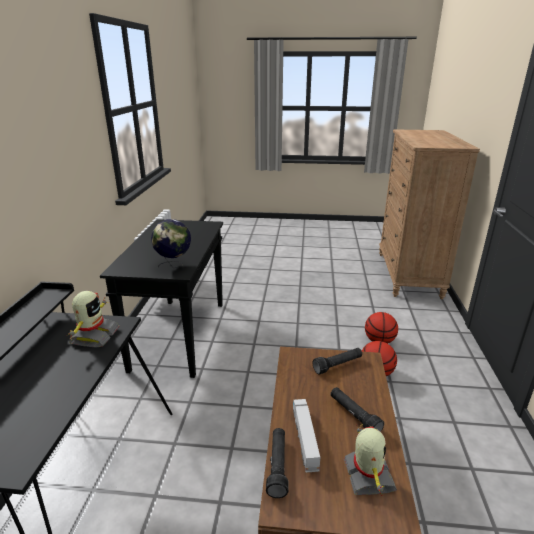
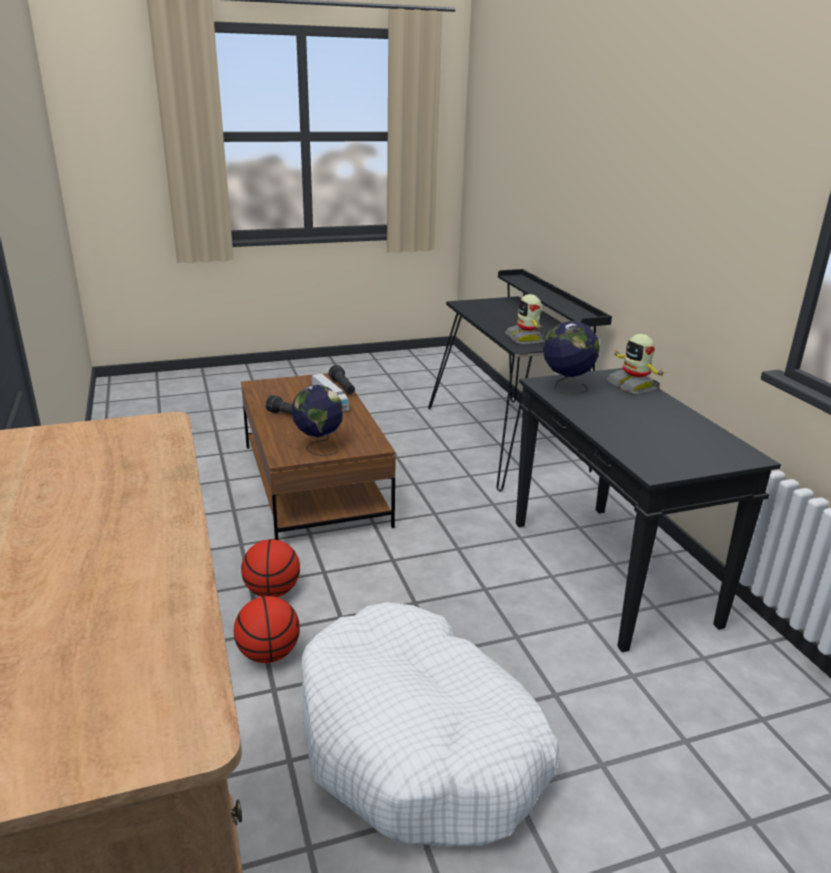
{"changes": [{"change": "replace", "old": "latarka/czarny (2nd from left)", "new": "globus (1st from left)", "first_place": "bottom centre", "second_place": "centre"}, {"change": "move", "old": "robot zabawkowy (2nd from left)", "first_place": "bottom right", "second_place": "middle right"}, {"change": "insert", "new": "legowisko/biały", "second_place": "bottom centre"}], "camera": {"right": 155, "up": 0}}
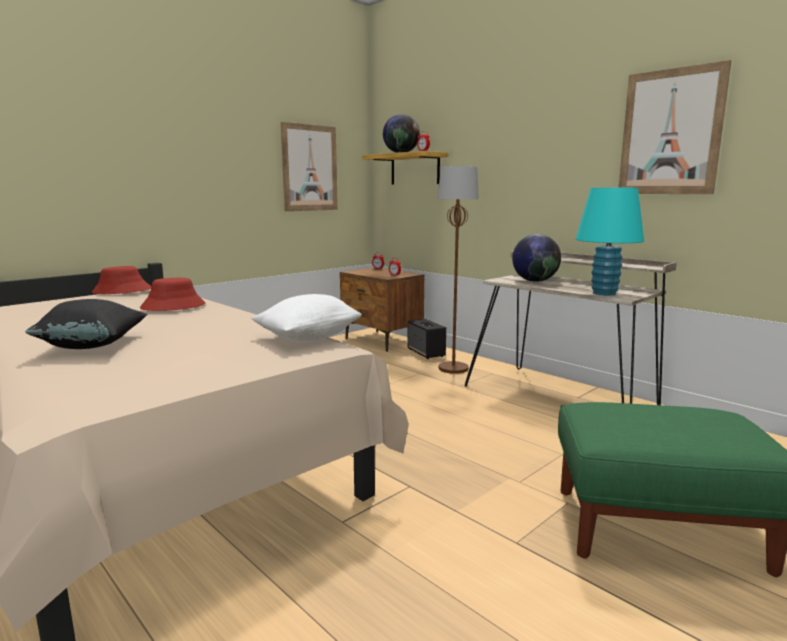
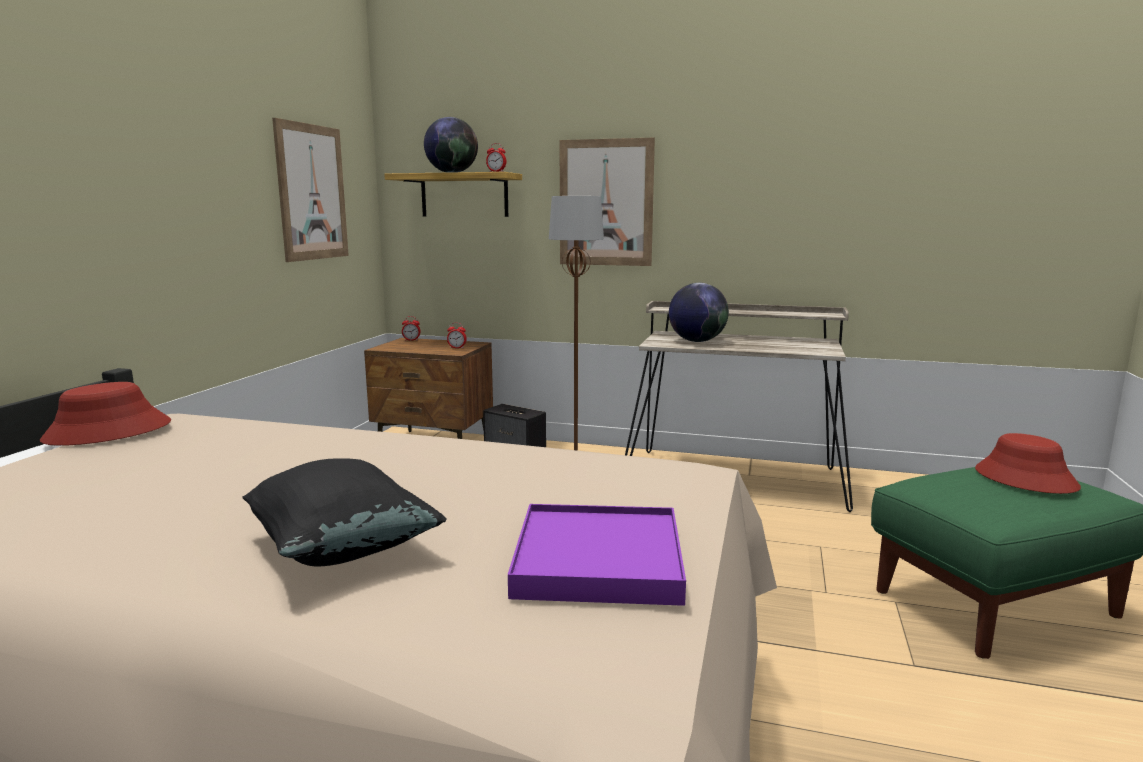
{"changes": [{"change": "move", "old": "obraz (2nd from left)", "first_place": "top right", "second_place": "top centre"}, {"change": "delete", "old": "lampa stołowa/turkusowy", "first_place": "middle right"}, {"change": "move", "old": "kapelusz/czerwony (2nd from left)", "first_place": "middle left", "second_place": "middle right"}, {"change": "delete", "old": "poduszka/biały", "first_place": "centre"}, {"change": "insert", "new": "taca/fioletowy", "second_place": "bottom centre"}], "camera": {"right": -30, "up": 0}}
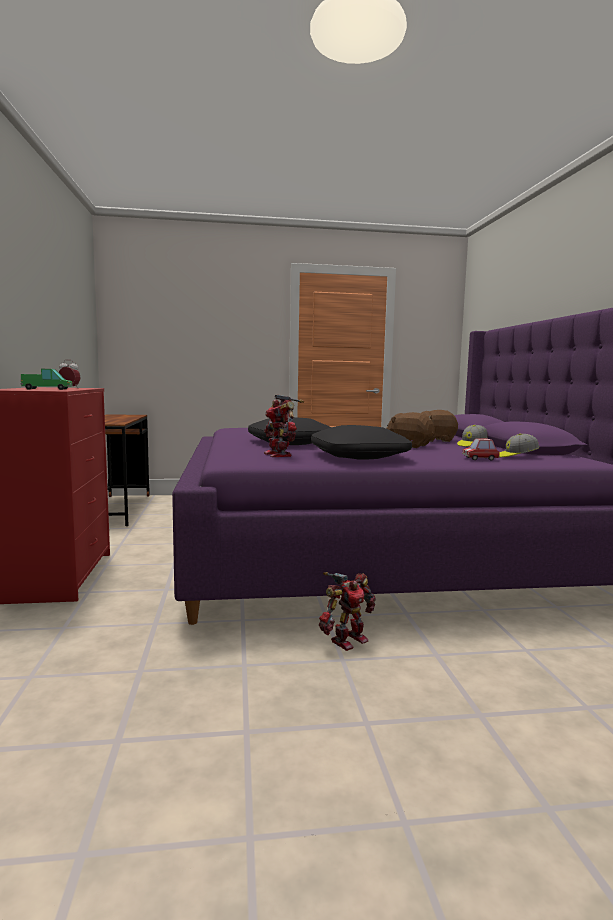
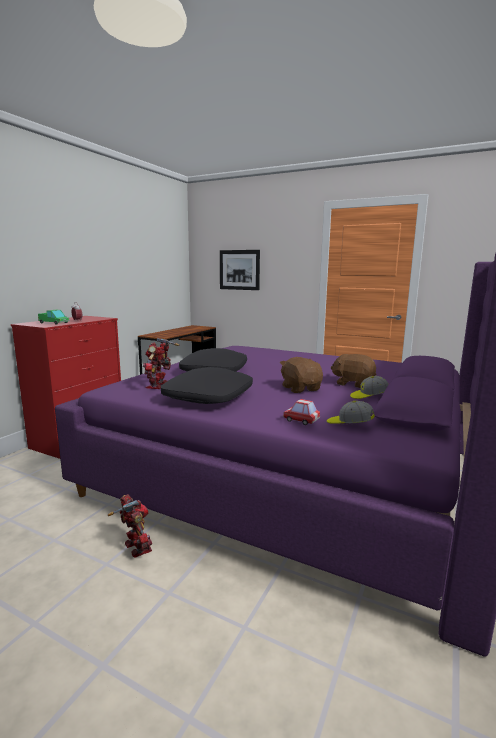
{"changes": [{"change": "rotate", "old": "robot zabawkowy (2nd from left in the first image)", "first_place": "centre", "second_place": "bottom left", "degrees": -120}, {"change": "insert", "new": "obraz", "second_place": "centre"}], "camera": {"right": 35, "up": 5}}
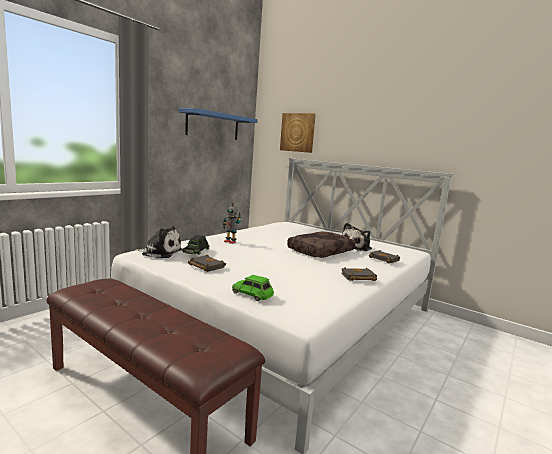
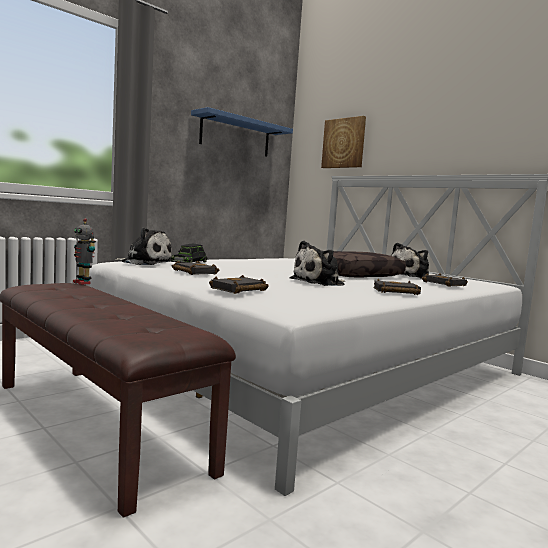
{"changes": [{"change": "move", "old": "robot zabawkowy", "first_place": "centre", "second_place": "middle left"}, {"change": "replace", "old": "samochodzik/zielony", "new": "książka/czarny (2nd from left)", "first_place": "centre", "second_place": "centre"}, {"change": "insert", "new": "pluszak (2nd from left)", "second_place": "centre"}], "camera": {"right": 10, "up": -5}}
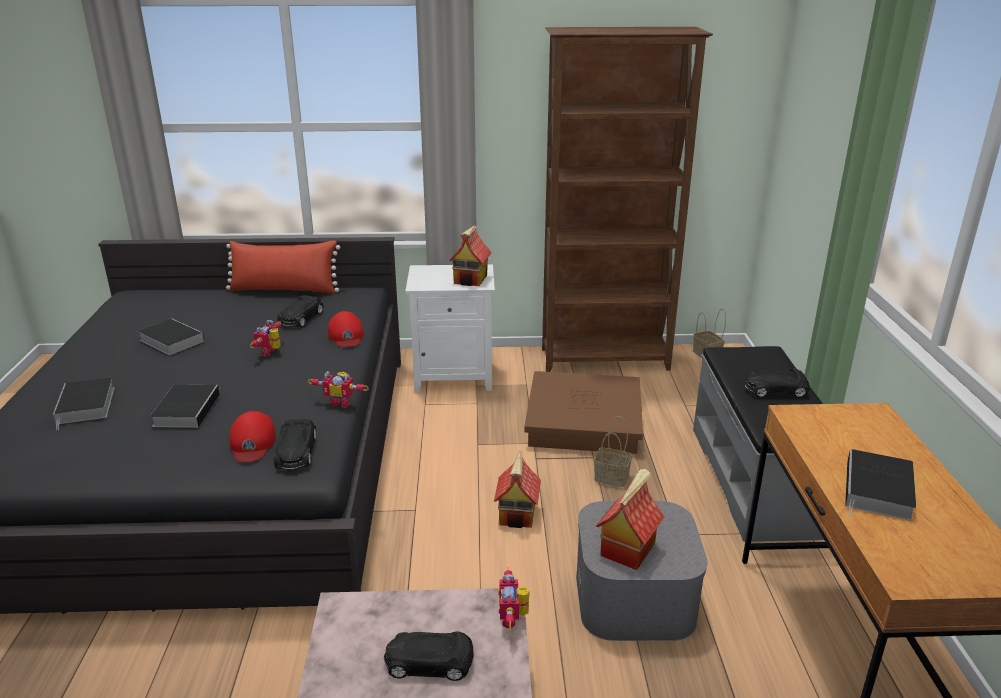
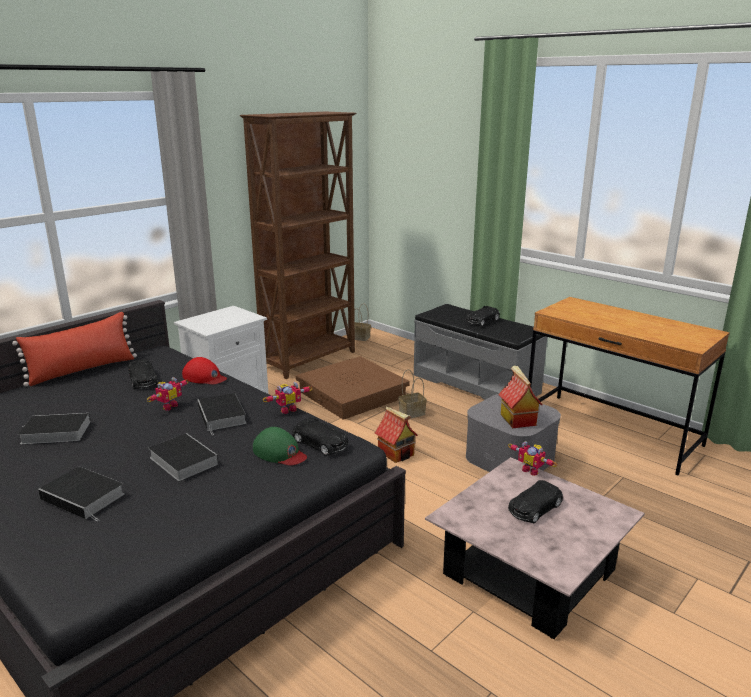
{"changes": [{"change": "delete", "old": "domek (1st from left)", "first_place": "centre"}, {"change": "rotate", "old": "robot zabawkowy (1st from left)", "first_place": "middle left", "second_place": "middle left", "degrees": -120}, {"change": "recolor", "old": "czapka z daszkiem/czerwony (1st from left)", "new": "czapka z daszkiem/zielony", "first_place": "middle left", "second_place": "centre"}, {"change": "move", "old": "książka (4th from left)", "first_place": "bottom right", "second_place": "middle left"}], "camera": {"right": -45, "up": -5}}
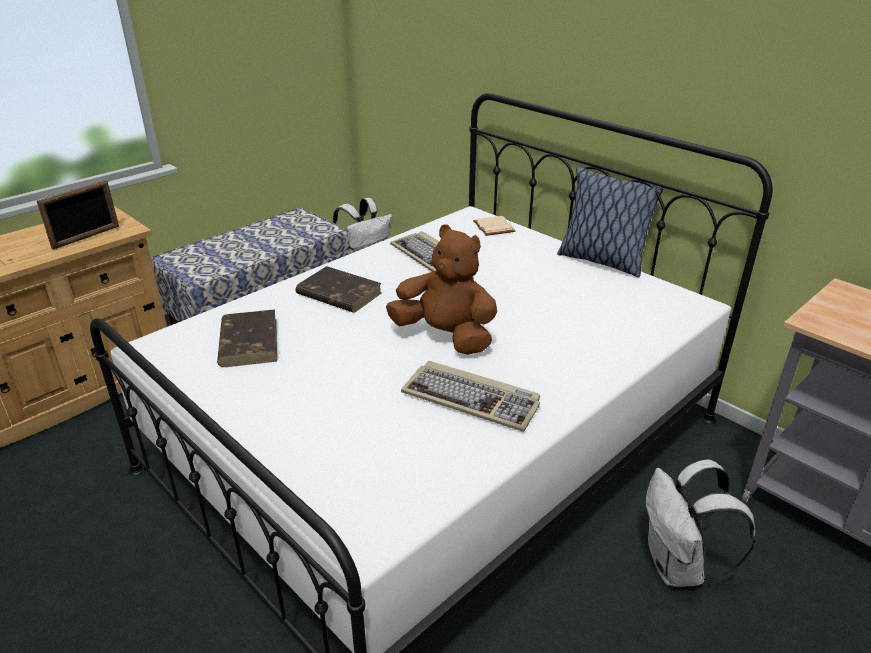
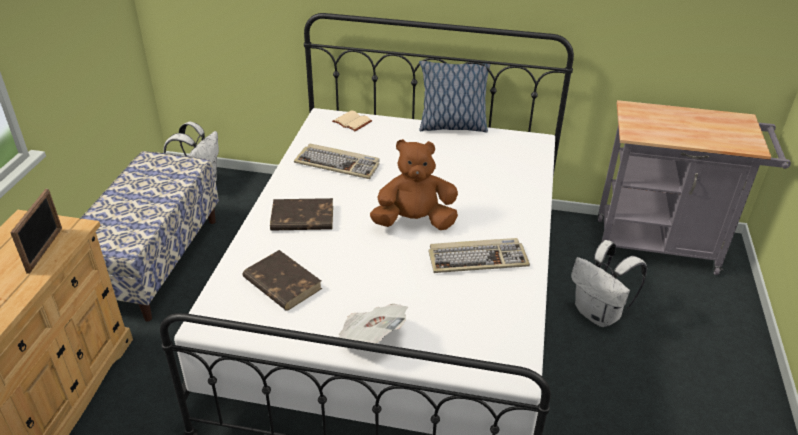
{"changes": [{"change": "insert", "new": "gazeta", "second_place": "bottom centre"}], "camera": {"right": -35, "up": 5}}
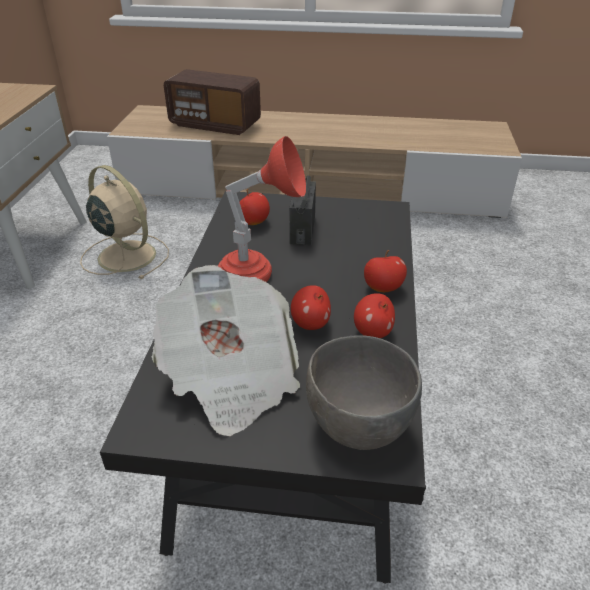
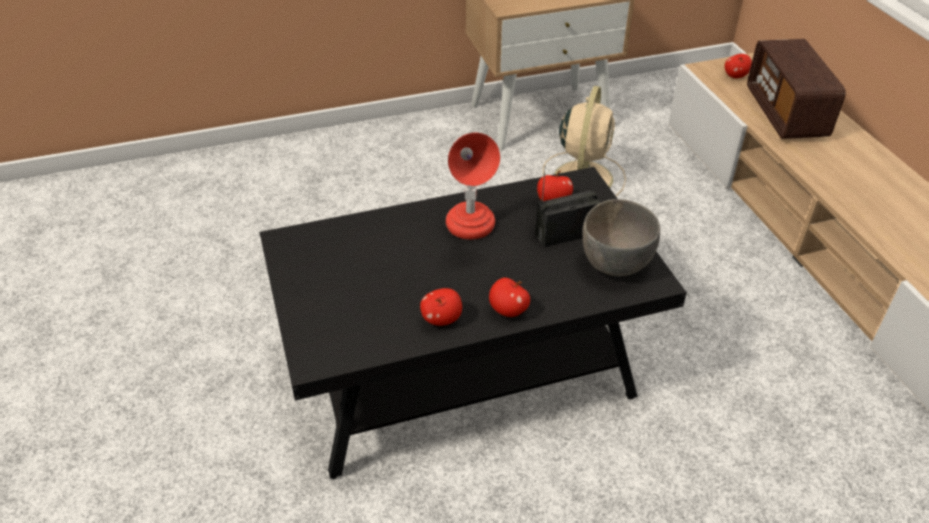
{"changes": [{"change": "delete", "old": "gazeta", "first_place": "centre"}, {"change": "move", "old": "jabłko (2nd from left in the first image)", "new": "jabłko (4th from left)", "first_place": "centre", "second_place": "top right"}, {"change": "move", "old": "miska/szary", "first_place": "centre", "second_place": "middle right"}], "camera": {"right": 65, "up": 5}}
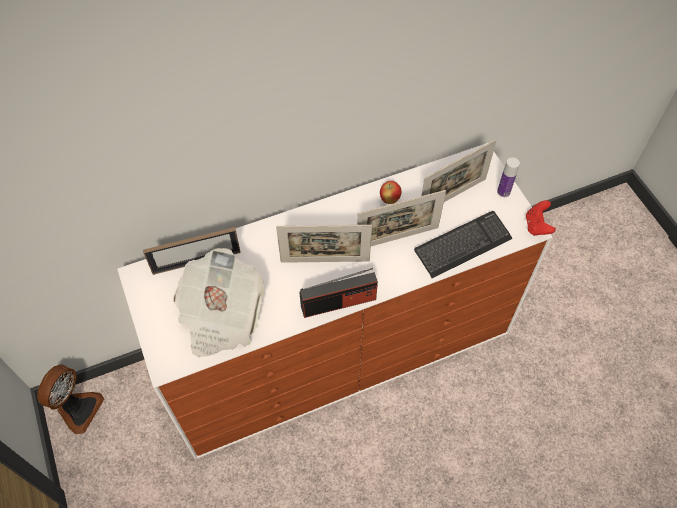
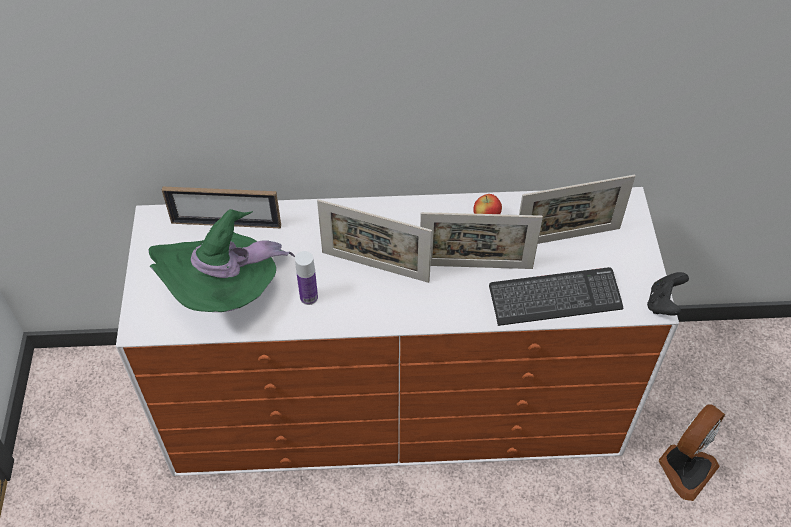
{"changes": [{"change": "move", "old": "butelka", "first_place": "middle right", "second_place": "centre"}, {"change": "recolor", "old": "pad do gier/czerwony", "new": "pad do gier/czarny", "first_place": "middle right", "second_place": "middle right"}, {"change": "replace", "old": "gazeta", "new": "kapelusz/zielony", "first_place": "middle left", "second_place": "middle left"}, {"change": "delete", "old": "radio", "first_place": "centre"}, {"change": "move", "old": "wentylator", "first_place": "bottom left", "second_place": "bottom right"}], "camera": {"right": 20, "up": -5}}
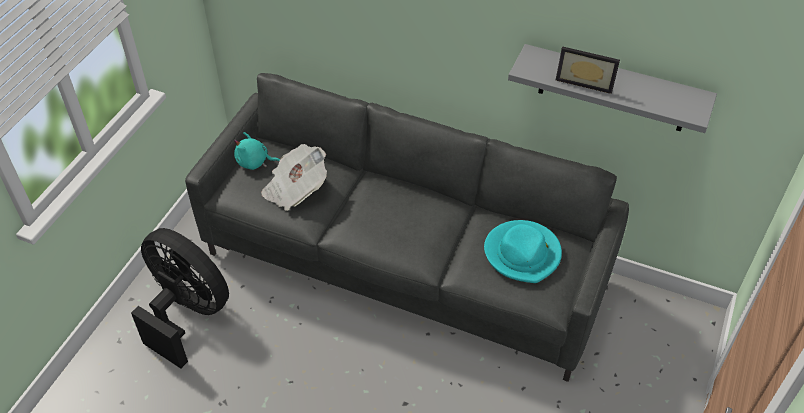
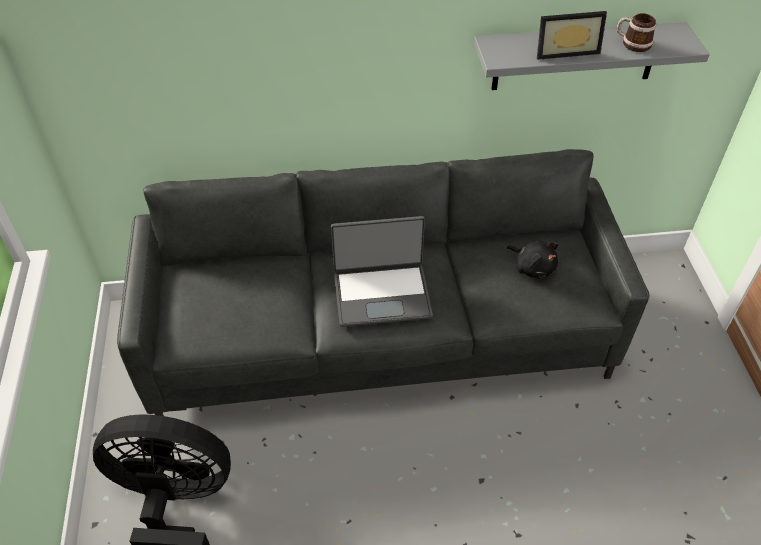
{"changes": [{"change": "delete", "old": "pluszak/turkusowy", "first_place": "middle left"}, {"change": "delete", "old": "gazeta", "first_place": "centre"}, {"change": "replace", "old": "kapelusz/turkusowy", "new": "pluszak/czarny", "first_place": "centre", "second_place": "middle right"}, {"change": "insert", "new": "kubek", "second_place": "top right"}, {"change": "insert", "new": "laptop", "second_place": "centre"}], "camera": {"right": -30, "up": 0}}
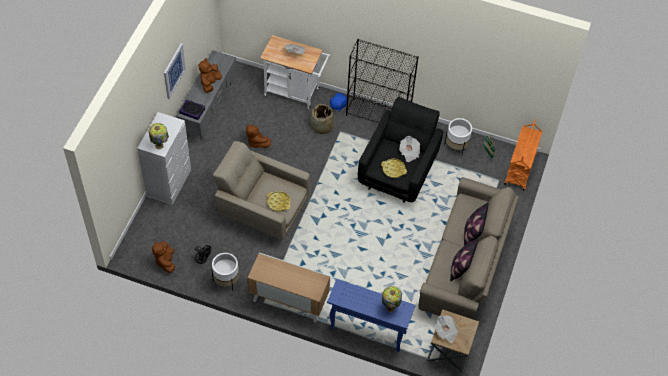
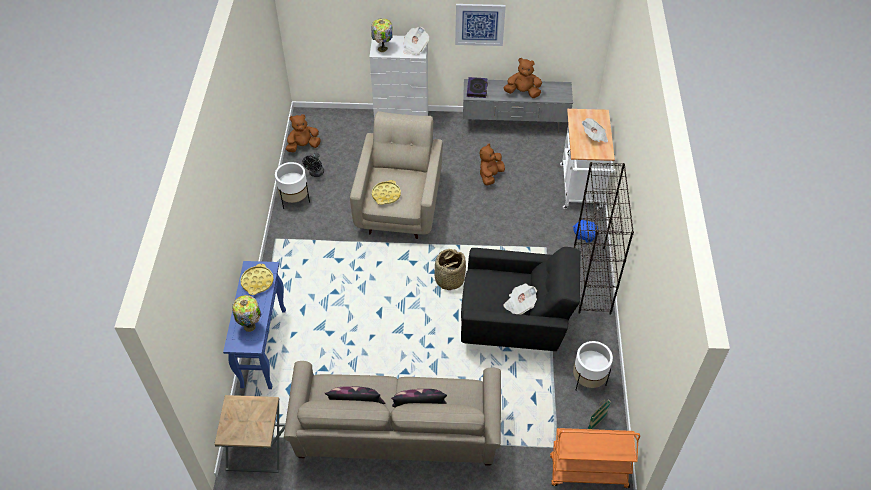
{"changes": [{"change": "move", "old": "koszyk (1st from left)", "first_place": "top centre", "second_place": "centre"}, {"change": "move", "old": "taca/żółty (2nd from left in the first image)", "new": "taca/żółty (1st from left)", "first_place": "centre", "second_place": "middle left"}, {"change": "delete", "old": "szafka", "first_place": "bottom centre"}, {"change": "move", "old": "gazeta (3rd from left in the first image)", "new": "gazeta (1st from left)", "first_place": "bottom right", "second_place": "top centre"}], "camera": {"right": 75, "up": -5}}
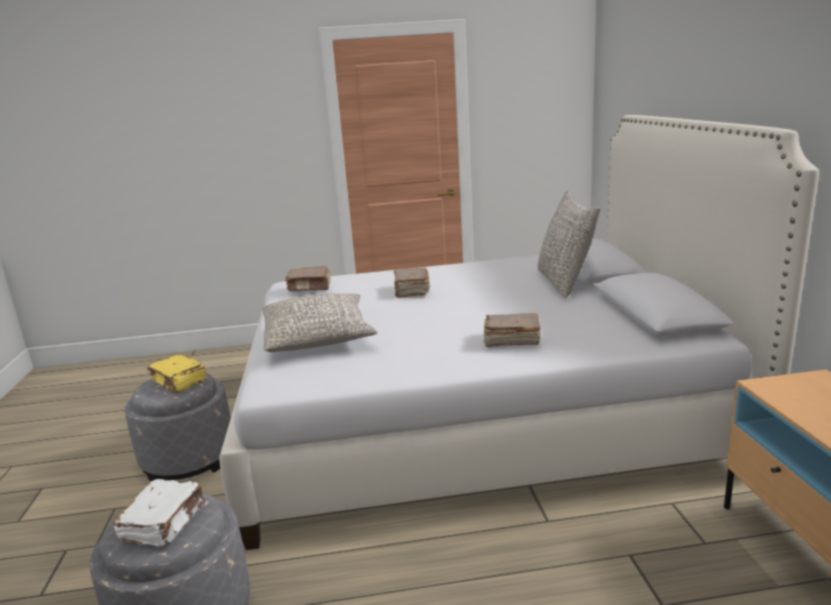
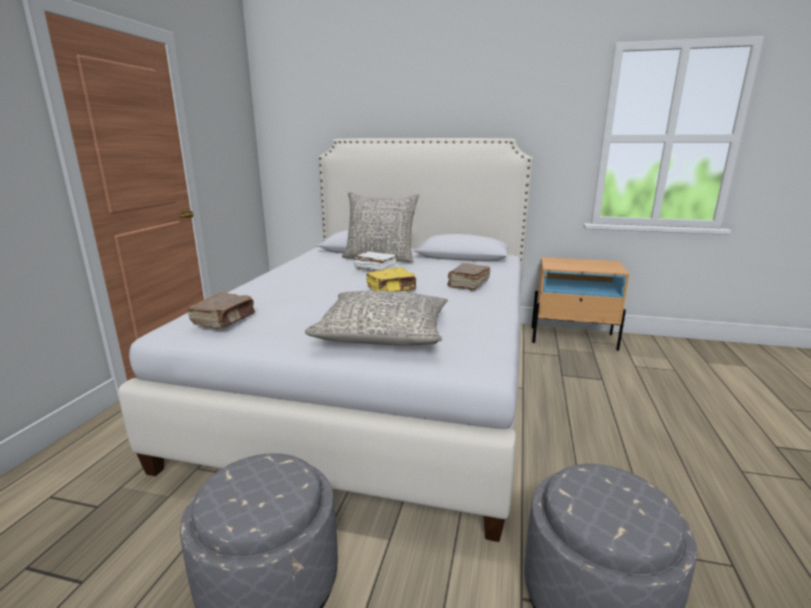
{"changes": [{"change": "delete", "old": "książka/brązowy (2nd from left)", "first_place": "centre"}, {"change": "move", "old": "książka/żółty", "first_place": "middle left", "second_place": "centre"}, {"change": "move", "old": "książka/biały", "first_place": "bottom left", "second_place": "centre"}], "camera": {"right": -70, "up": 0}}
